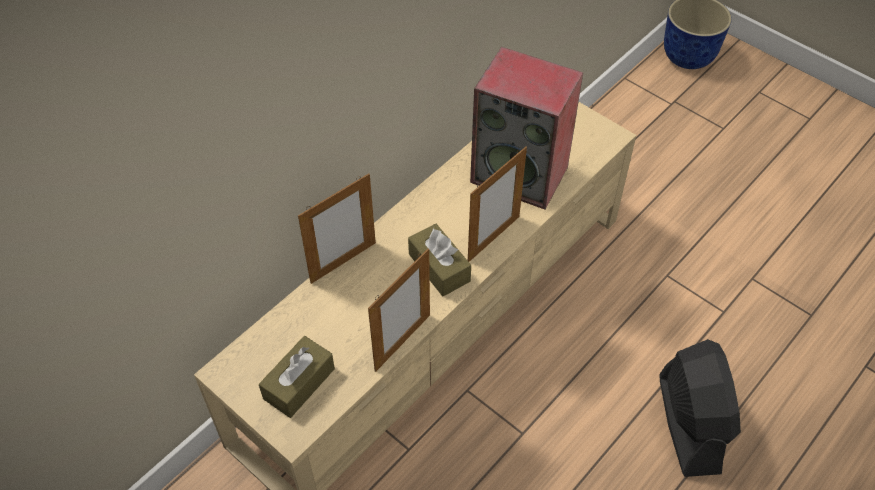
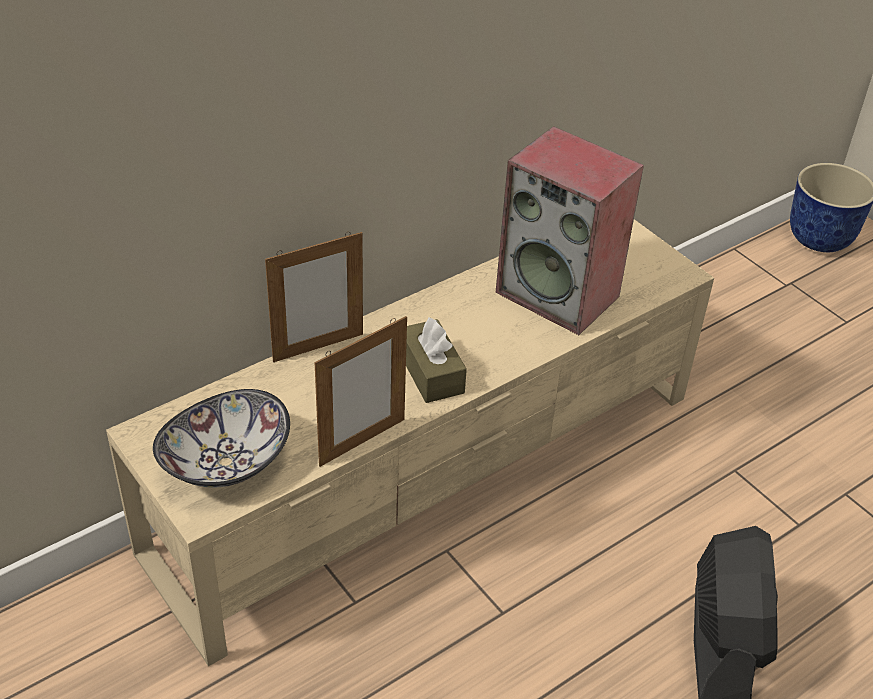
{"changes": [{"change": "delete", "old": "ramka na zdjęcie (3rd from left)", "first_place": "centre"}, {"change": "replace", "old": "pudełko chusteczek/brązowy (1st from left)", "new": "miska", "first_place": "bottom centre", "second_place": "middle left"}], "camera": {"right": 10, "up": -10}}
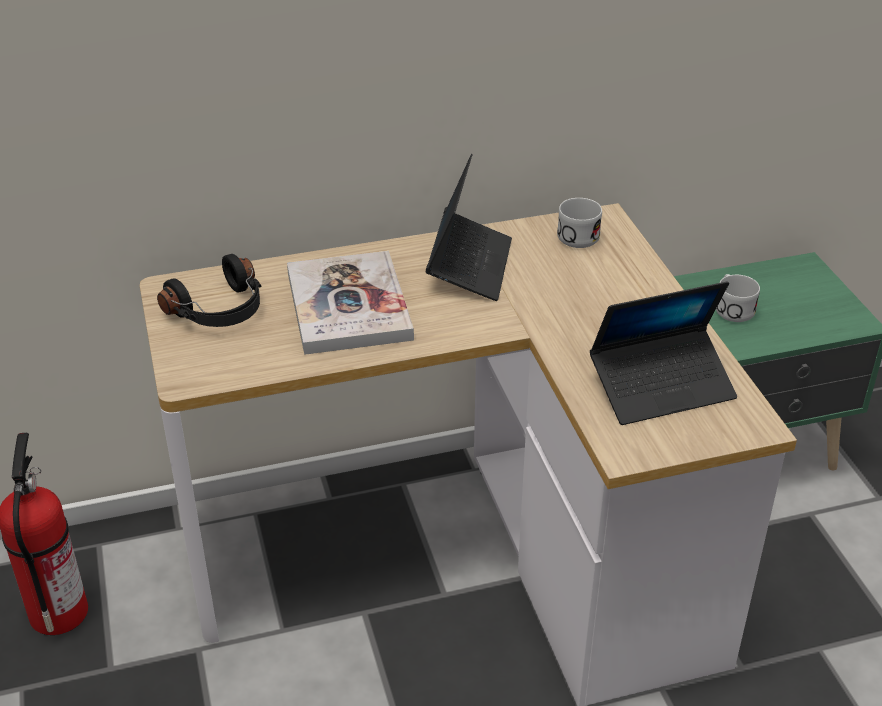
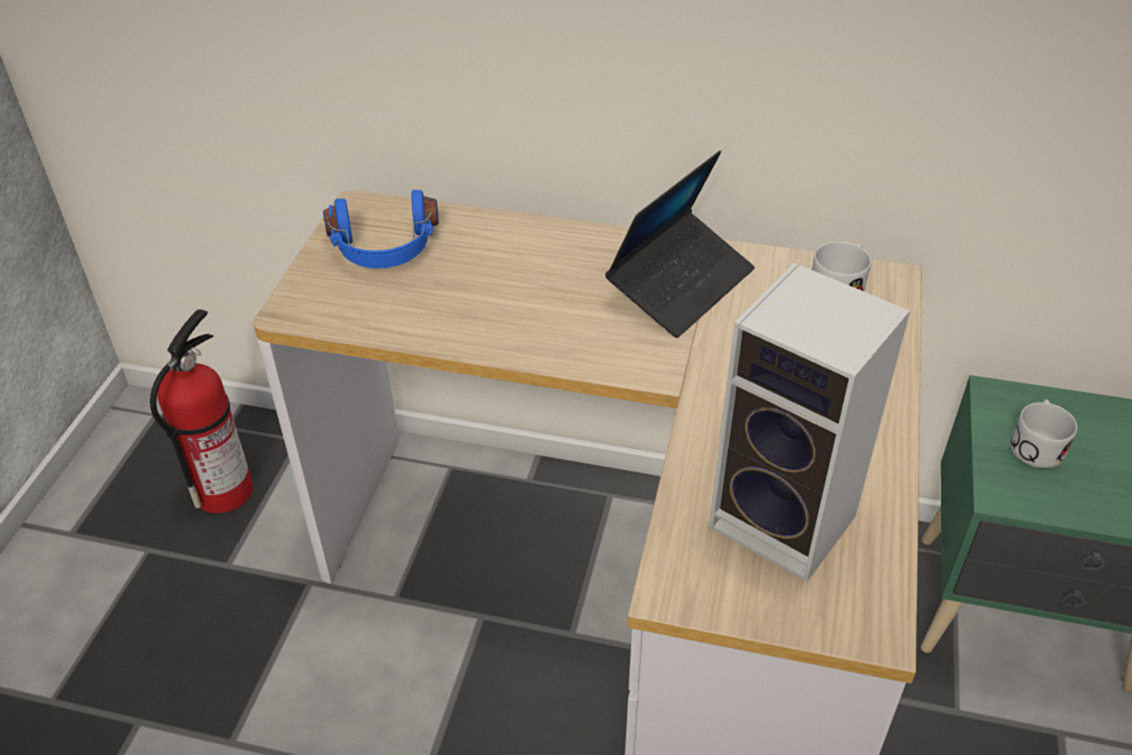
{"changes": [{"change": "delete", "old": "książka", "first_place": "centre"}, {"change": "recolor", "old": "słuchawki/czarny", "new": "słuchawki/niebieski", "first_place": "middle left", "second_place": "top centre"}, {"change": "replace", "old": "laptop (2nd from left)", "new": "głośnik", "first_place": "middle right", "second_place": "middle right"}], "camera": {"right": 30, "up": 5}}
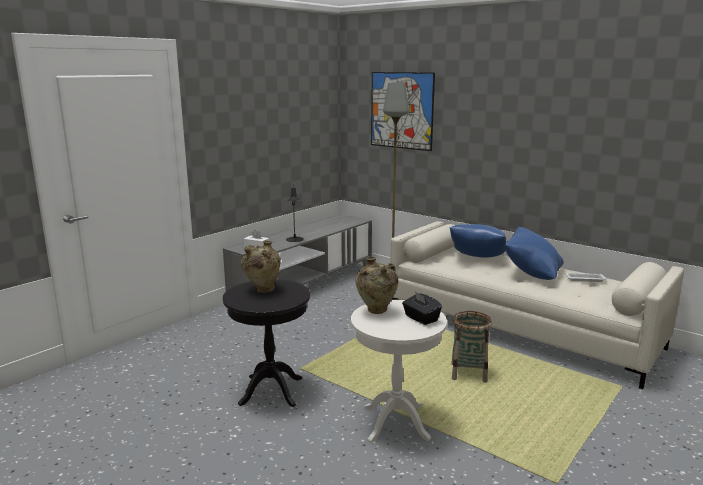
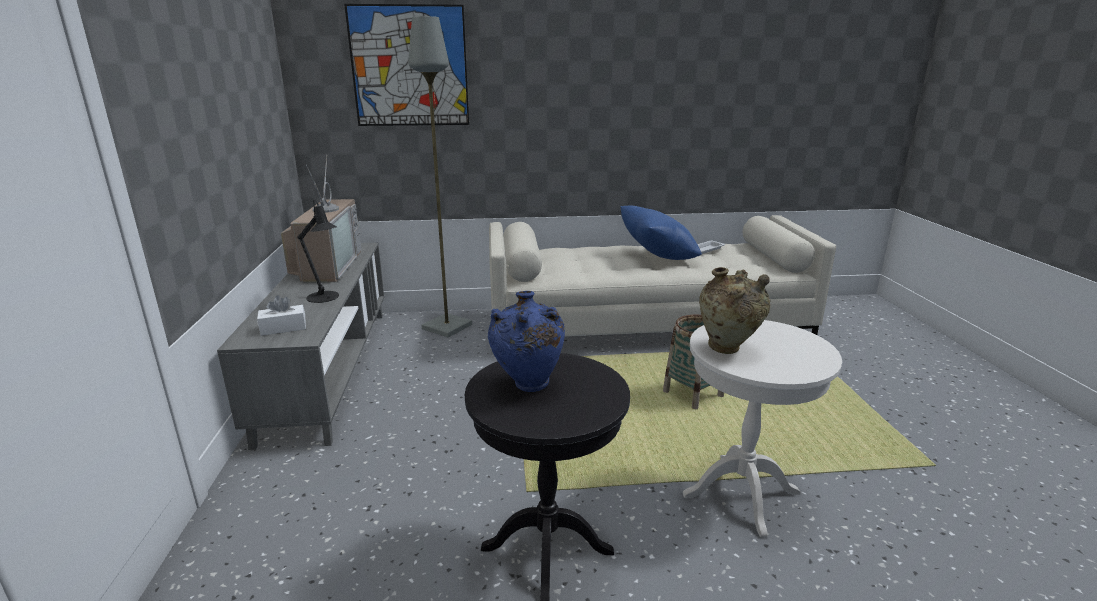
{"changes": [{"change": "delete", "old": "poduszka/niebieski (1st from left)", "first_place": "middle right"}, {"change": "recolor", "old": "wazon/beżowy (1st from left)", "new": "wazon/niebieski", "first_place": "centre", "second_place": "centre"}, {"change": "delete", "old": "pudełko chusteczek/czarny", "first_place": "centre"}, {"change": "insert", "new": "telewizor", "second_place": "middle left"}], "camera": {"right": -45, "up": 5}}
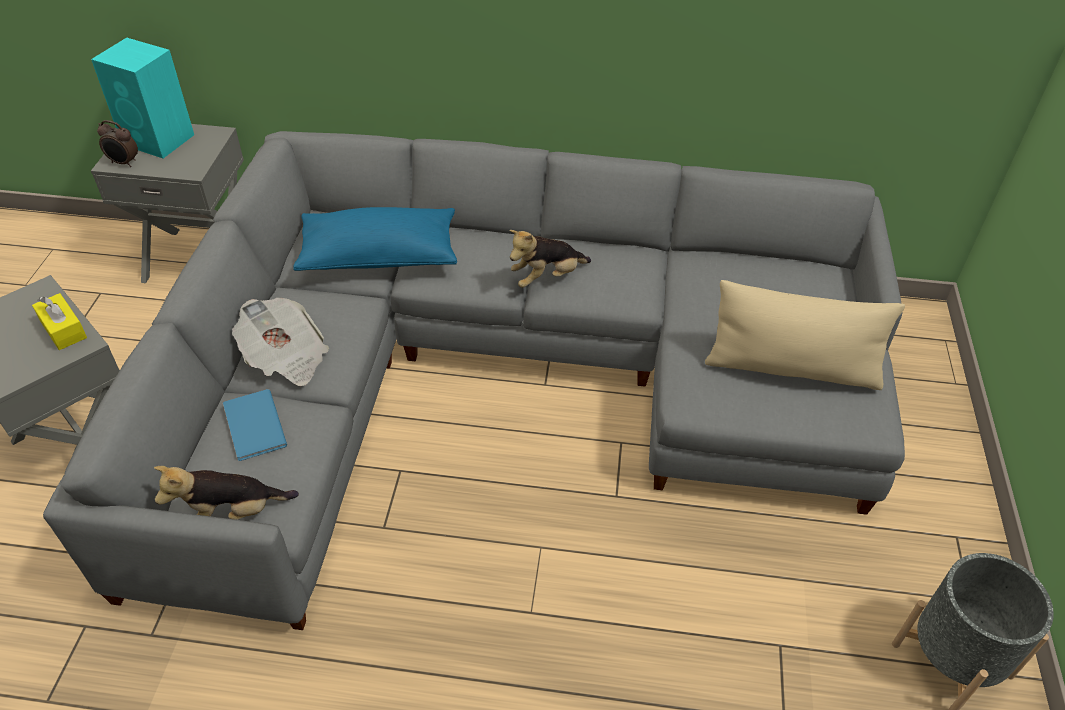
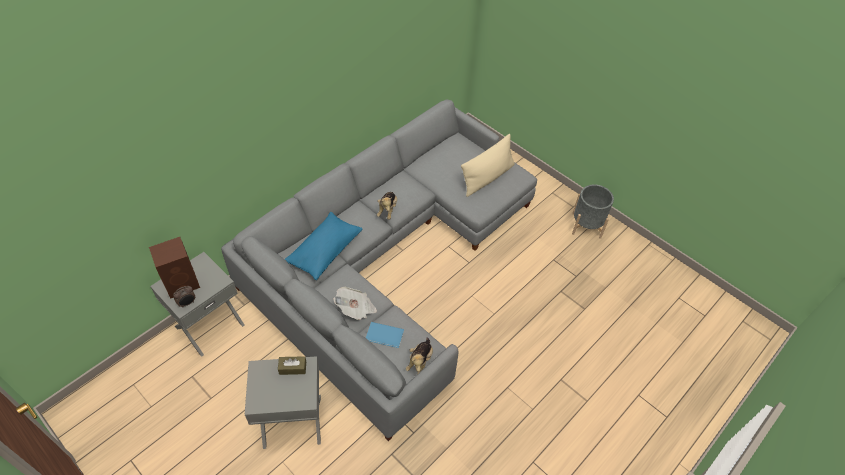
{"changes": [{"change": "recolor", "old": "głośnik/turkusowy", "new": "głośnik/brązowy", "first_place": "top left", "second_place": "middle left"}, {"change": "recolor", "old": "pudełko chusteczek/żółty", "new": "pudełko chusteczek/brązowy", "first_place": "middle left", "second_place": "bottom centre"}], "camera": {"right": -55, "up": 5}}
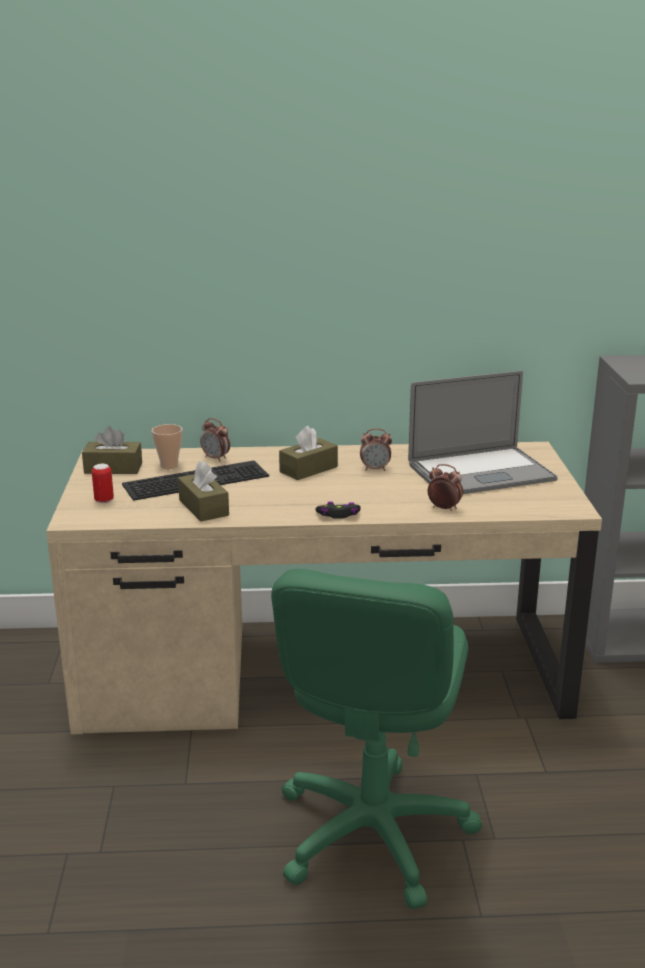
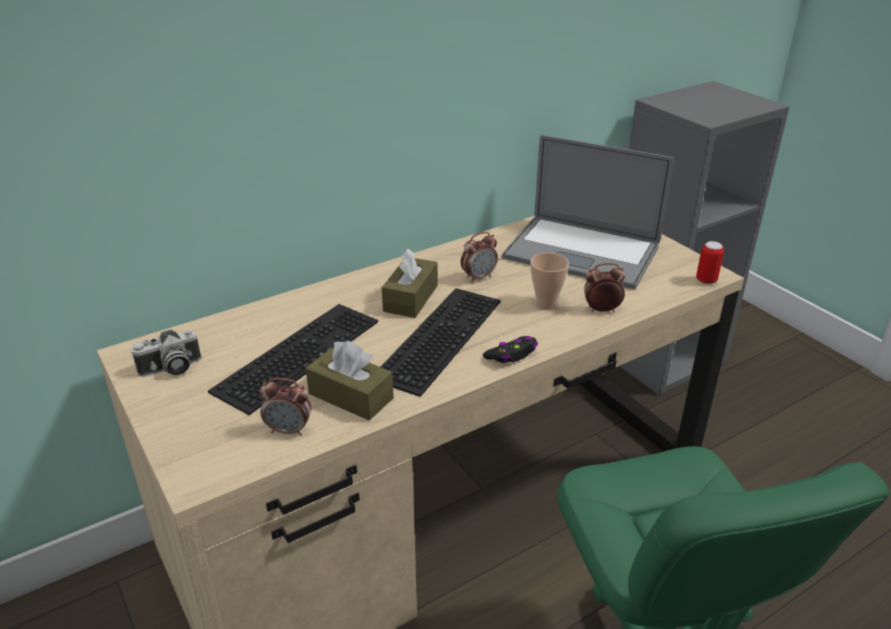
{"changes": [{"change": "rotate", "old": "laptop", "first_place": "middle right", "second_place": "centre", "degrees": 75}, {"change": "move", "old": "budzik (1st from left)", "first_place": "centre", "second_place": "middle left"}, {"change": "move", "old": "filiżanka", "first_place": "middle left", "second_place": "centre"}, {"change": "replace", "old": "pudełko chusteczek/brązowy (1st from left)", "new": "aparat fotograficzny", "first_place": "middle left", "second_place": "middle left"}, {"change": "move", "old": "puszka", "first_place": "middle left", "second_place": "middle right"}, {"change": "insert", "new": "klawiatura (2nd from left)", "second_place": "centre"}], "camera": {"right": -30, "up": 10}}
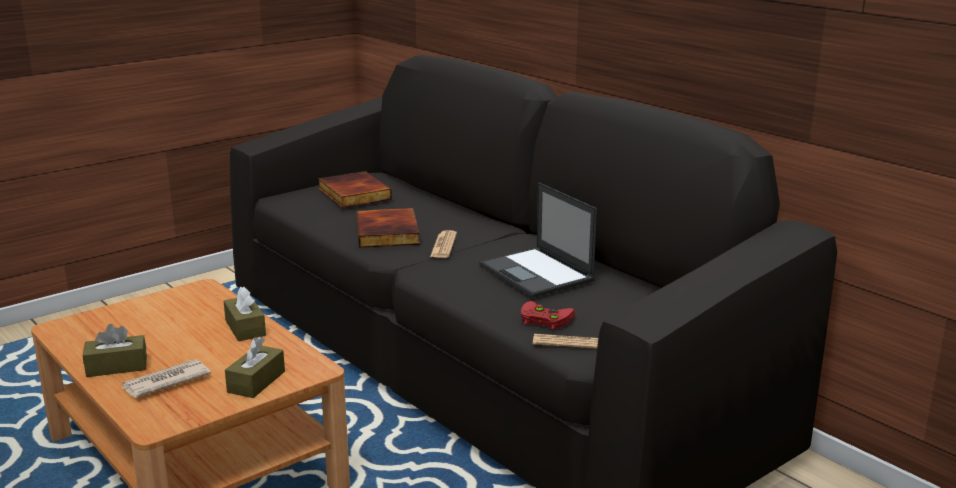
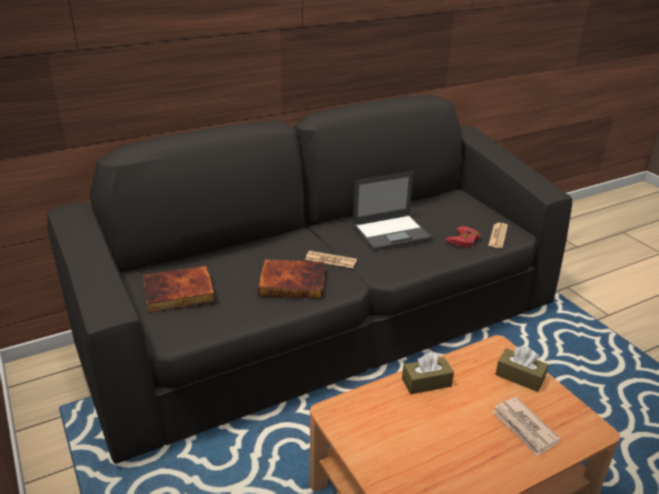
{"changes": [{"change": "delete", "old": "pudełko chusteczek/brązowy (1st from left)", "first_place": "bottom left"}], "camera": {"right": -80, "up": 10}}
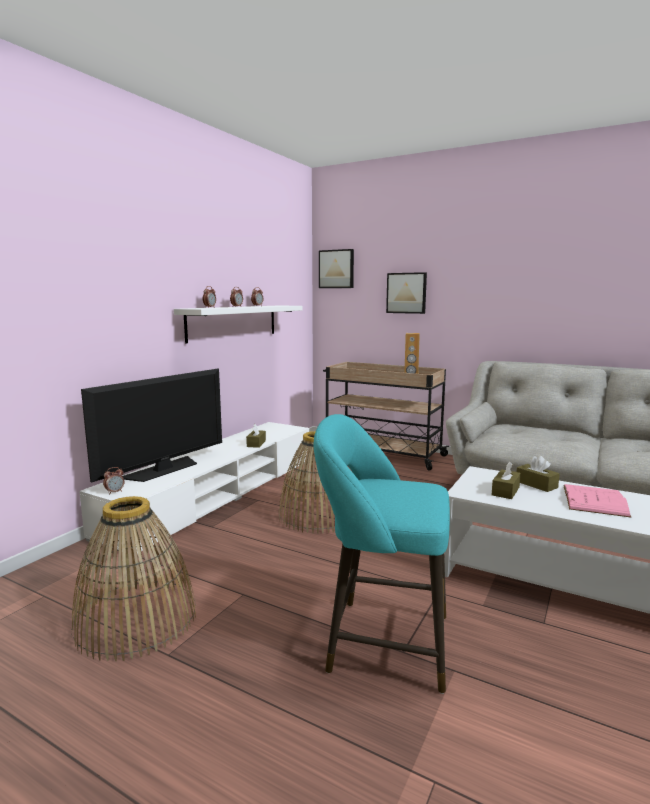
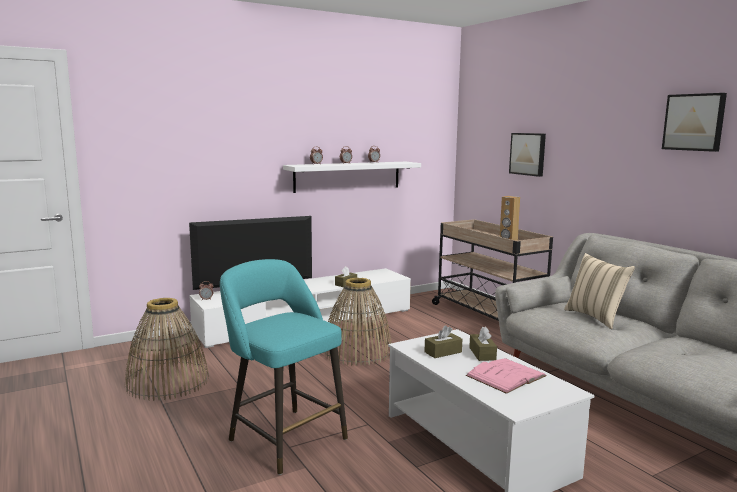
{"changes": [{"change": "move", "old": "obraz (1st from left in the first image)", "new": "obraz (2nd from left)", "first_place": "centre", "second_place": "top right"}, {"change": "insert", "new": "poduszka/beżowy", "second_place": "middle right"}], "camera": {"right": 30, "up": 0}}
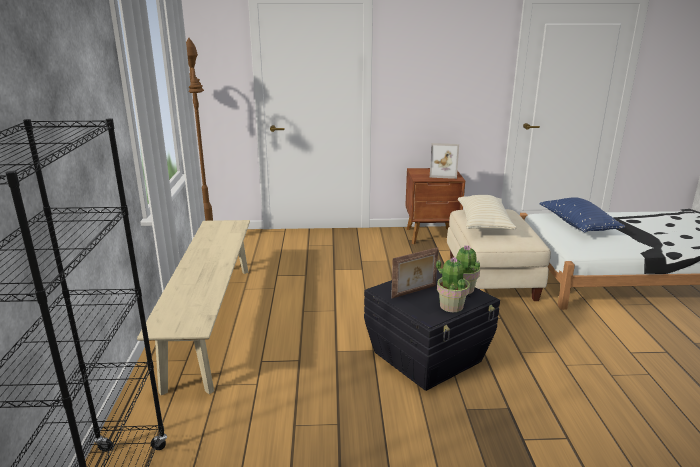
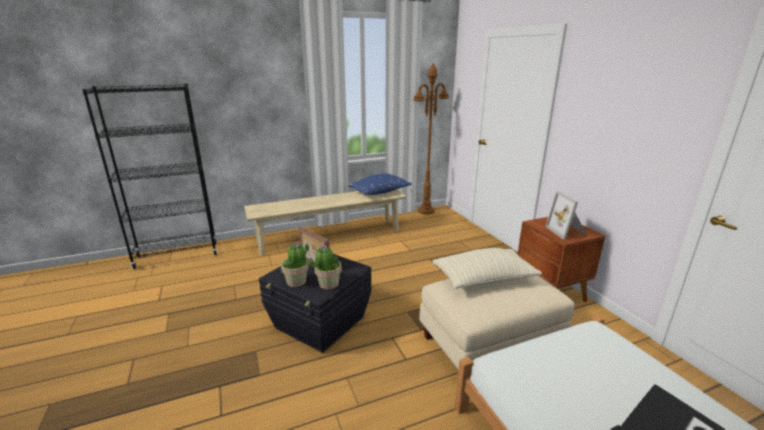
{"changes": [{"change": "move", "old": "poduszka/niebieski", "first_place": "middle right", "second_place": "centre"}], "camera": {"right": 70, "up": 0}}
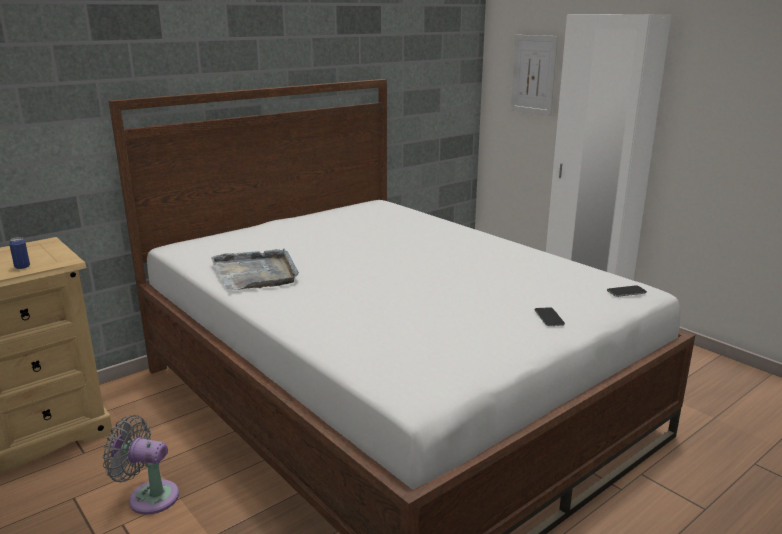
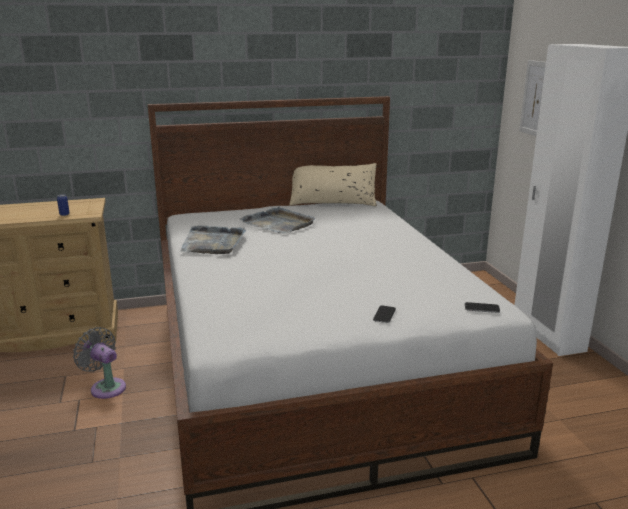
{"changes": [{"change": "insert", "new": "poduszka/beżowy", "second_place": "centre"}, {"change": "insert", "new": "taca/szary (2nd from left)", "second_place": "centre"}], "camera": {"right": 25, "up": 0}}
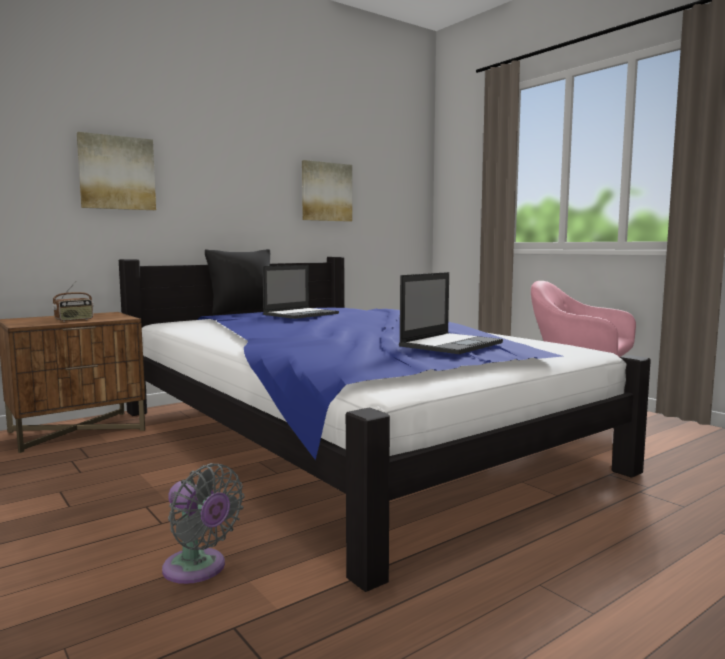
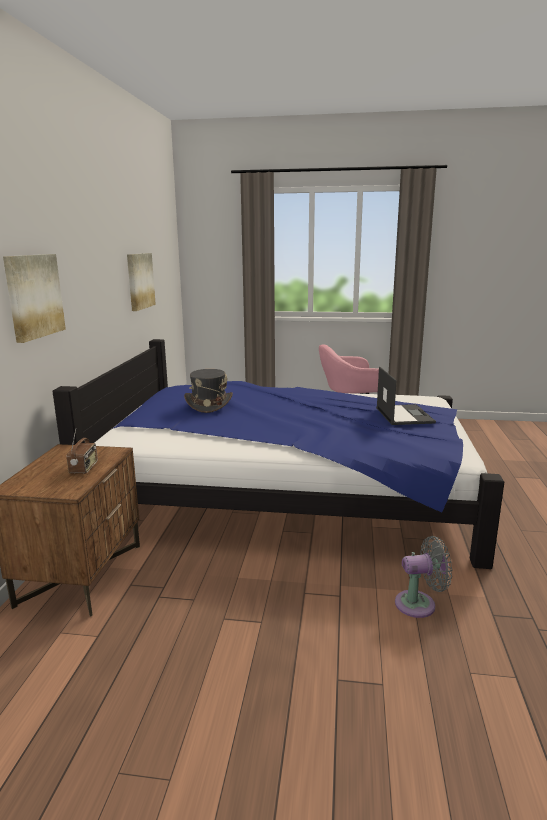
{"changes": [{"change": "delete", "old": "poduszka/czarny", "first_place": "middle left"}, {"change": "replace", "old": "laptop (1st from left)", "new": "kapelusz/szary", "first_place": "centre", "second_place": "centre"}], "camera": {"right": -45, "up": 10}}
